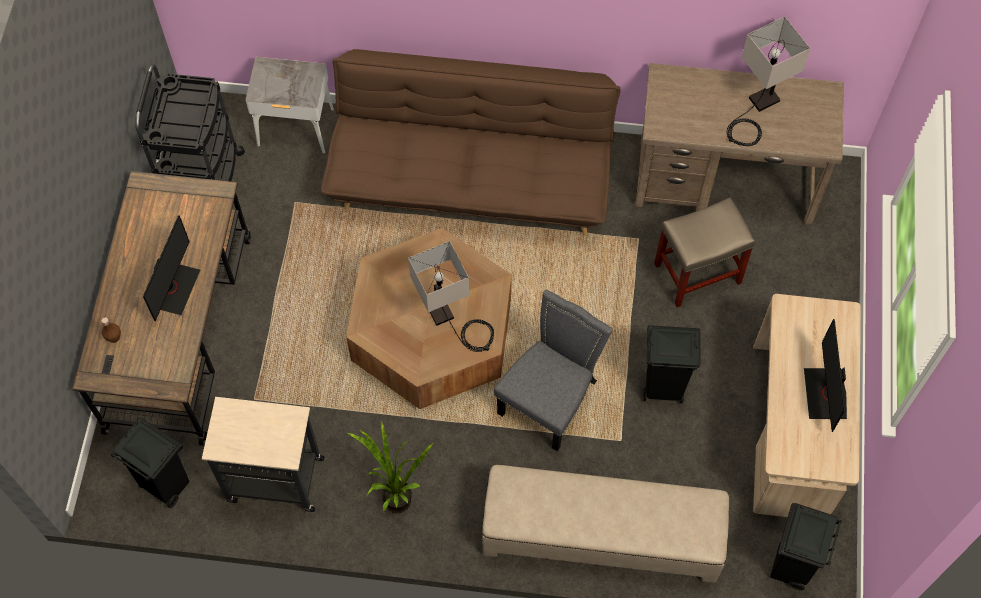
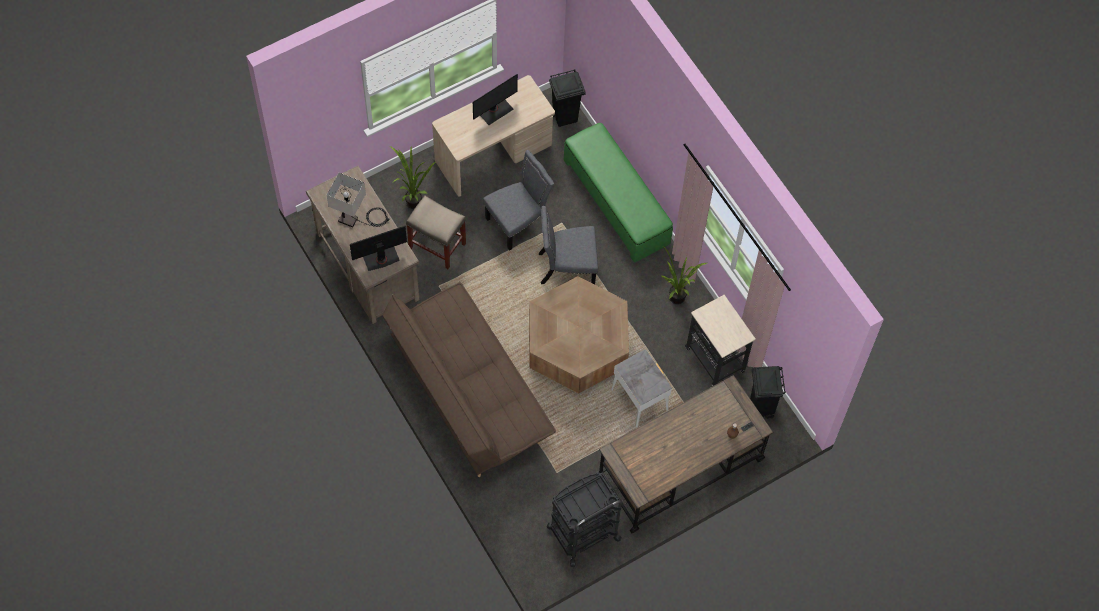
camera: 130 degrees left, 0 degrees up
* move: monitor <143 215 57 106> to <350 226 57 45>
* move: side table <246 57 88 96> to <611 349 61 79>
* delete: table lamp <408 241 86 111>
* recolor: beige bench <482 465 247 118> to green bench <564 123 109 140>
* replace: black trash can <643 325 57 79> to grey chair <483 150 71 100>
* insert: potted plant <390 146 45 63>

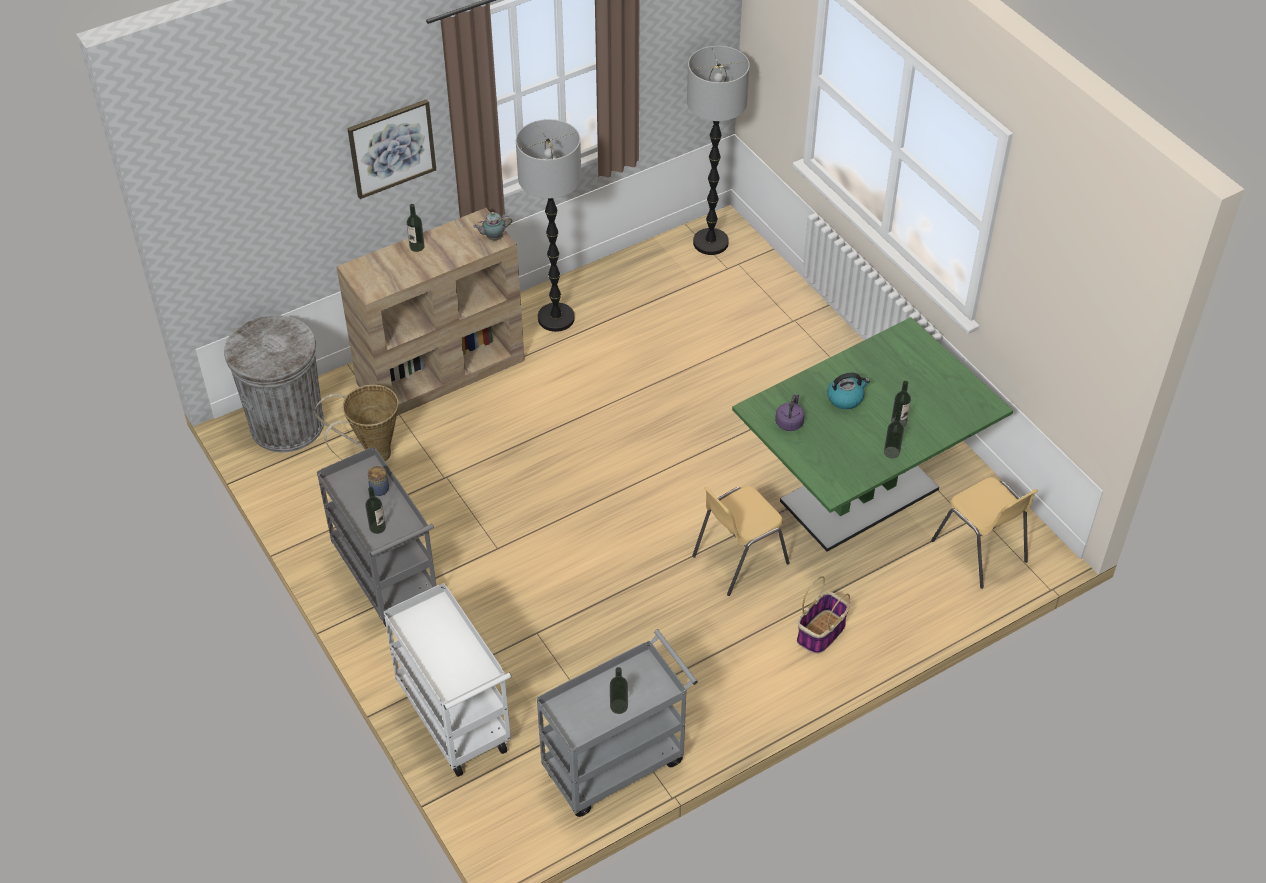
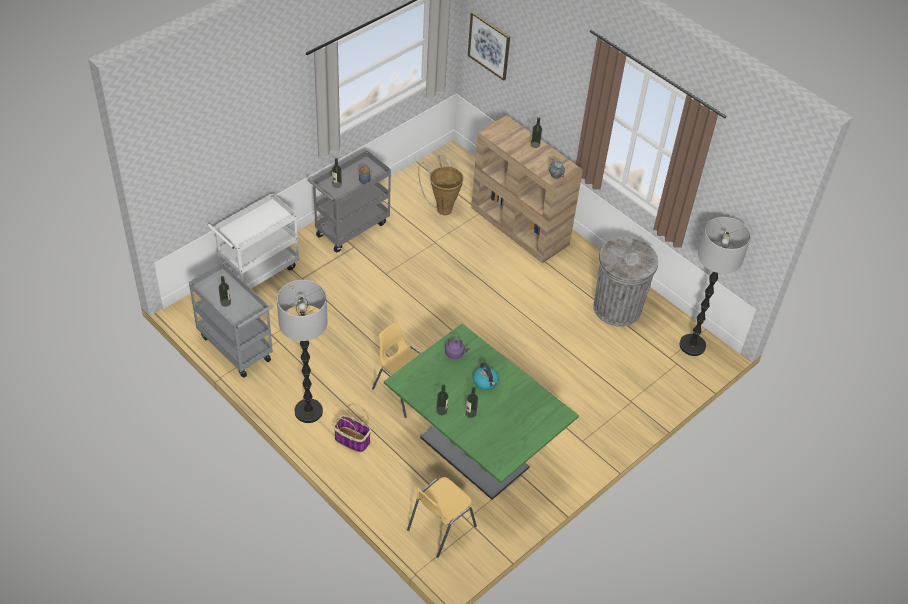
camera: 75 degrees right, 0 degrees up
* move: grey trash can <224 315 100 137> to <593 236 65 91>
* move: picture <347 99 89 100> to <468 12 42 69>
* move: floor lamp <516 119 65 213> to <277 280 51 143>

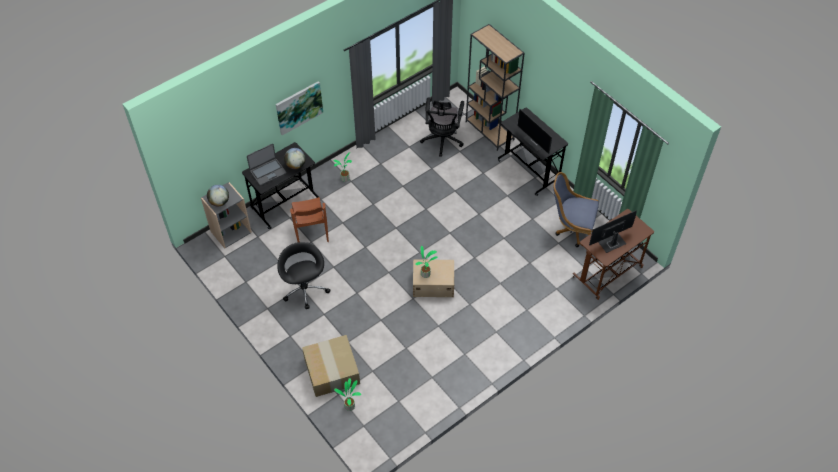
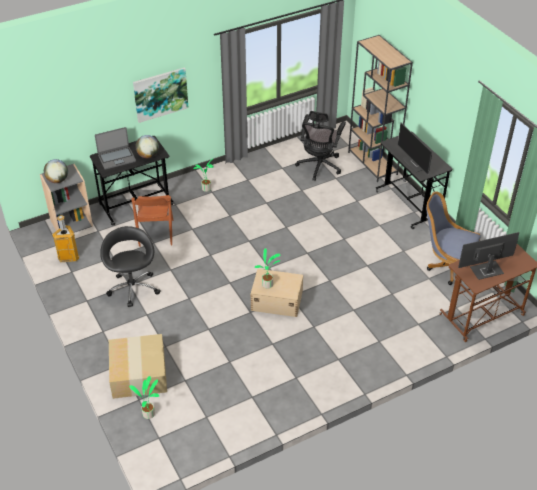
camera: 10 degrees right, 10 degrees down
* insert: trash can <52 215 27 47>

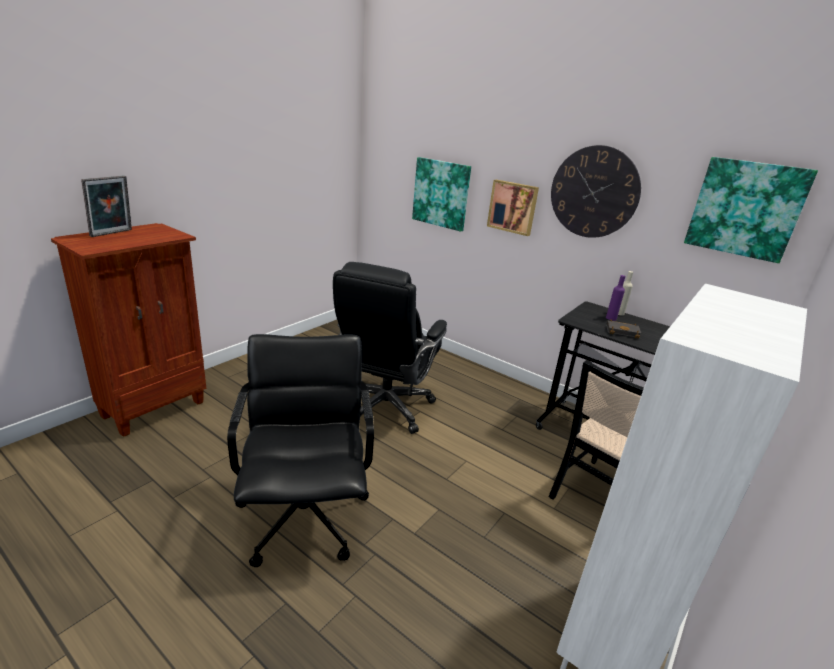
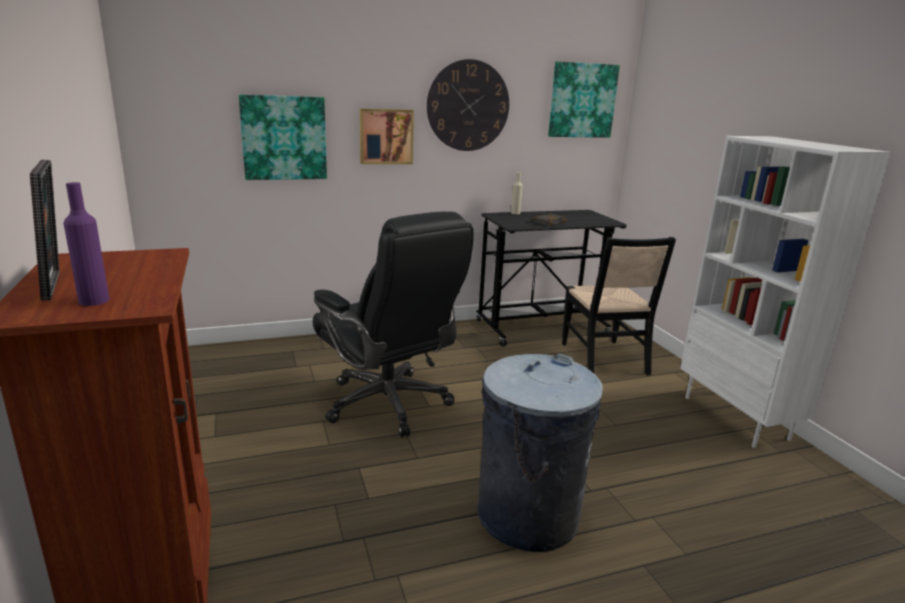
camera: 55 degrees left, 5 degrees down
* replace: black office chair <227 334 147 233> to grey trash can <477 354 126 198>
* move: purple bottle <606 275 19 46> to <63 182 46 124>

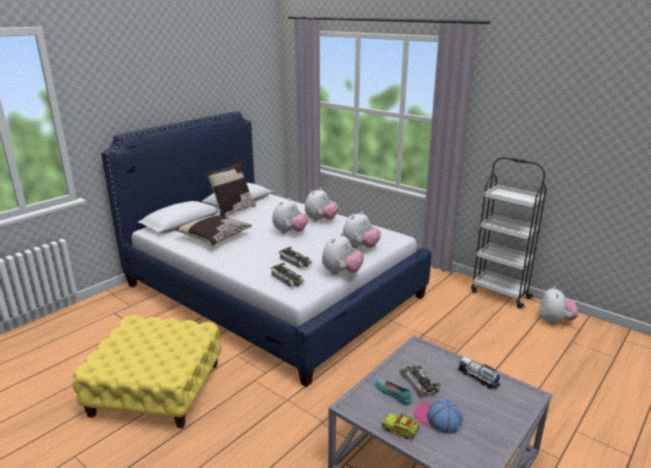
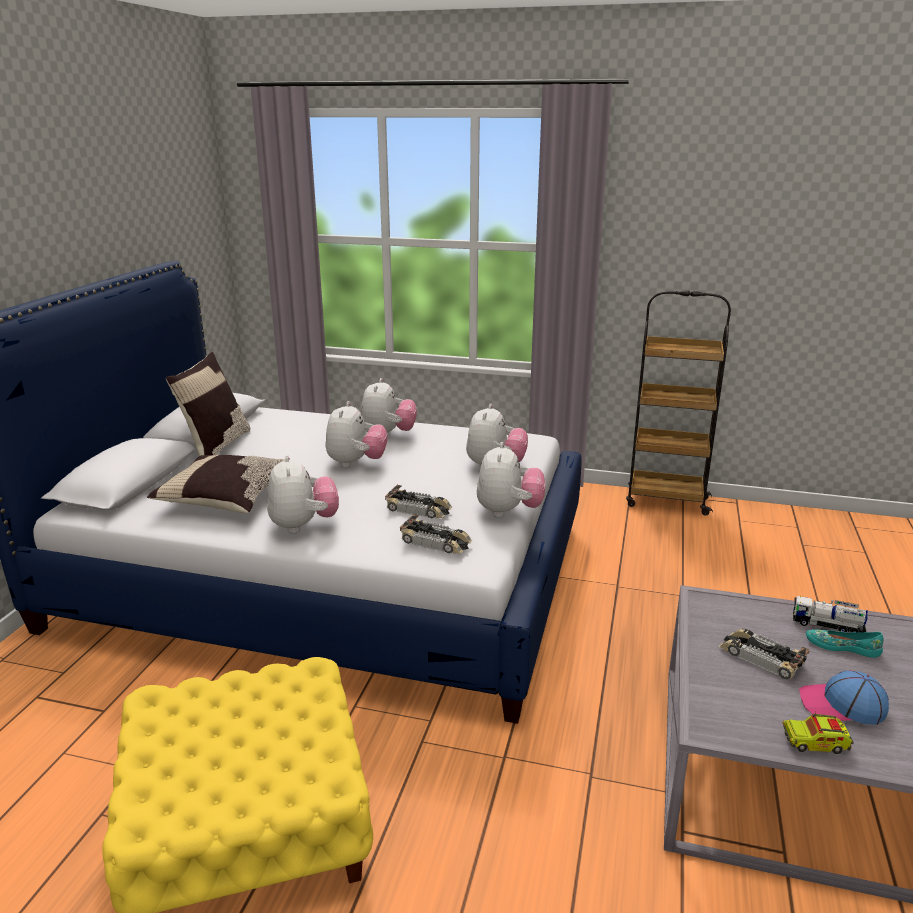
camera: 25 degrees left, 0 degrees up
* move: turquoise shoe <375 378 37 27> to <806 629 78 29>
* recolor: white cart <471 157 75 152> to brown cart <626 290 105 226>
* move: plush toy <539 286 39 38> to <267 455 72 78>

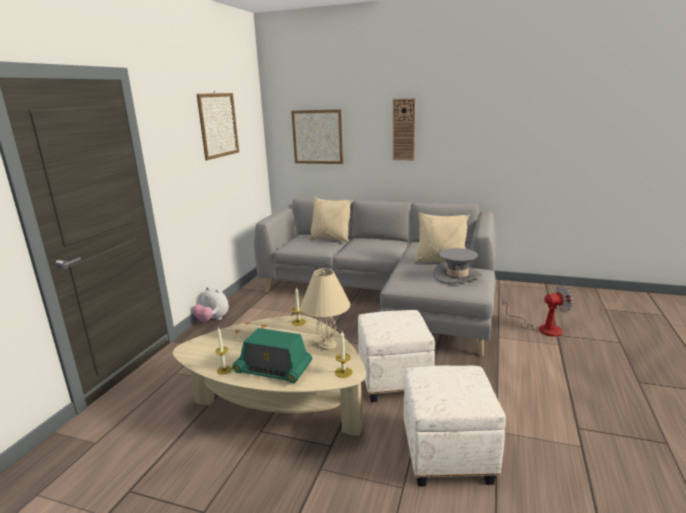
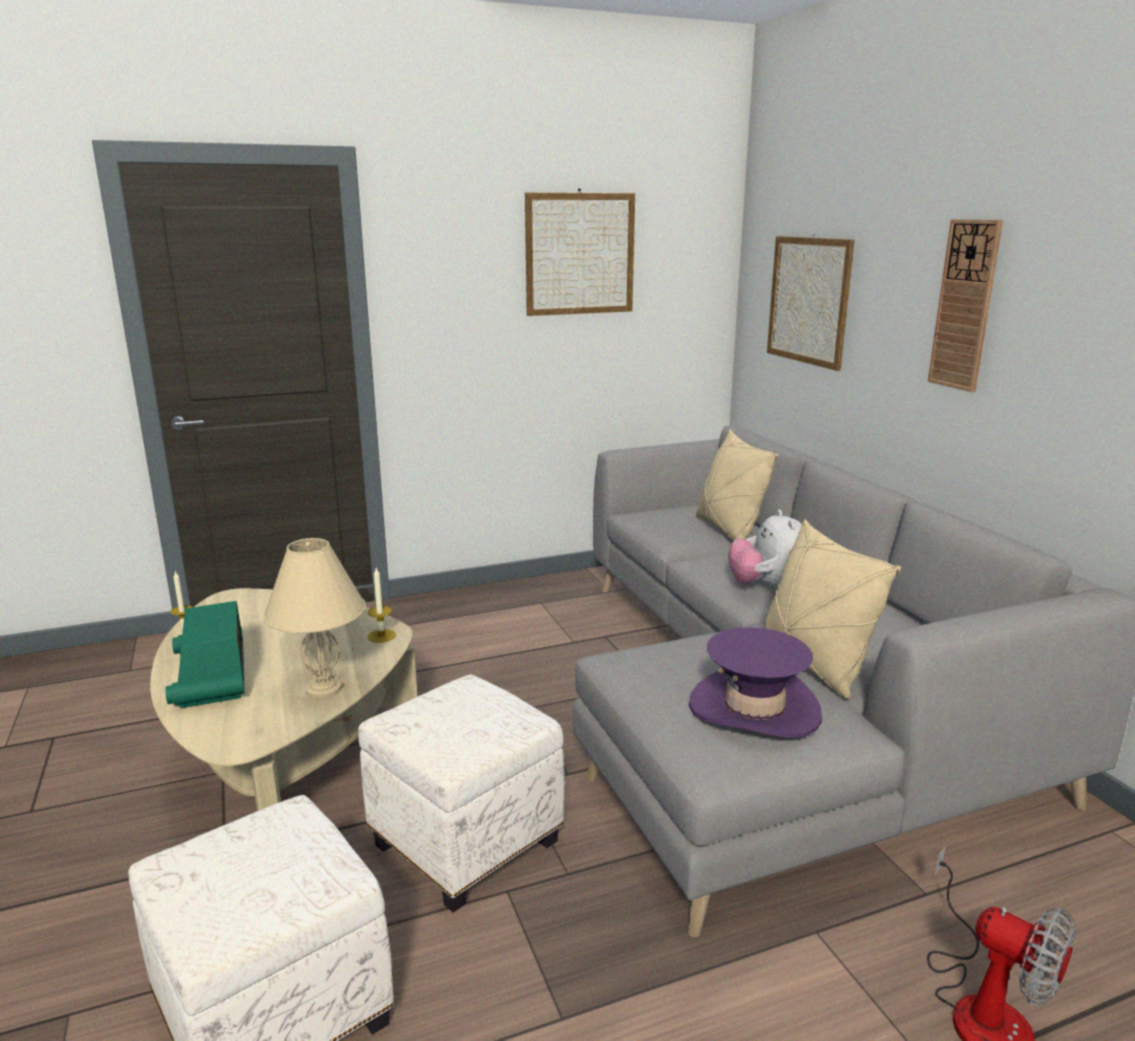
camera: 50 degrees right, 0 degrees up
* move: plush toy <193 287 36 35> to <728 509 74 82>
* delete: candle <335 331 18 47>
* recolor: grey hat <433 248 49 36> to purple hat <689 627 133 111>

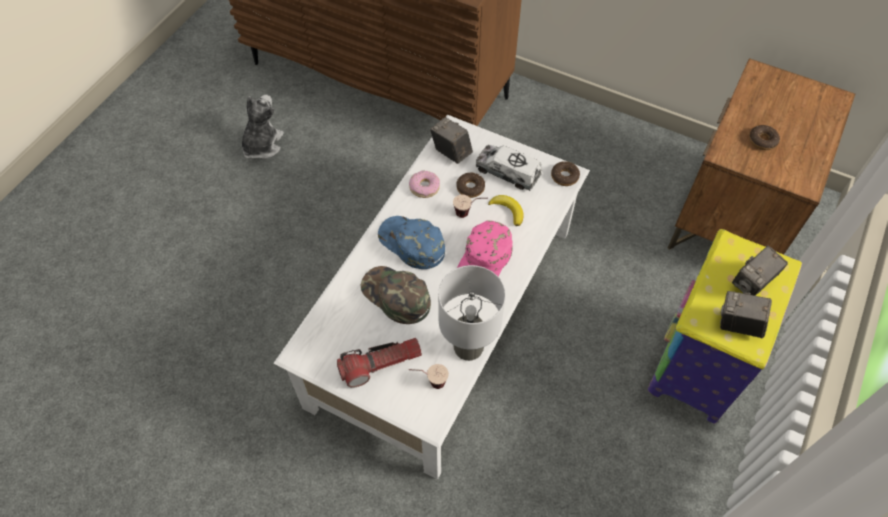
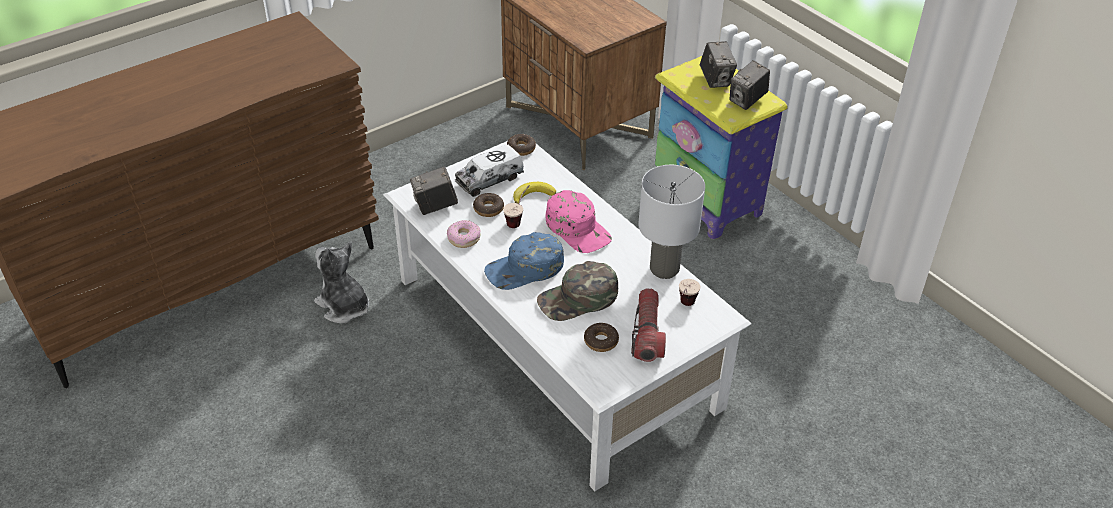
camera: 65 degrees left, 15 degrees down
* move: plush toy <242 95 42 64> to <314 242 56 81>
* move: donut <749 125 31 25> to <584 323 35 29>

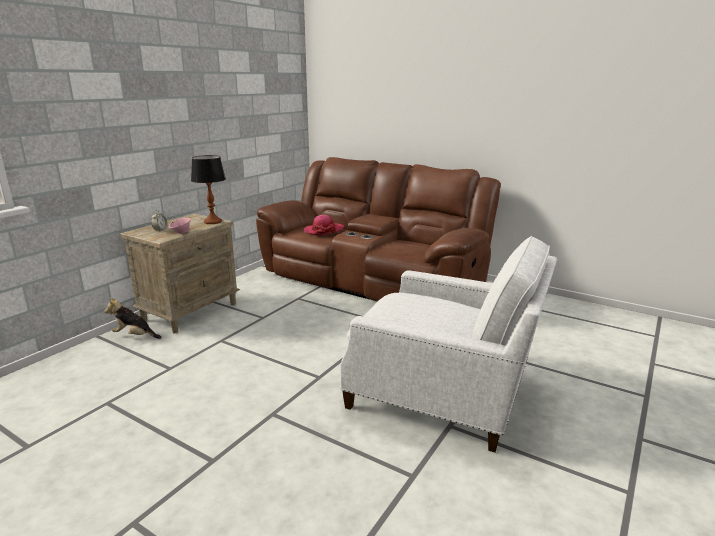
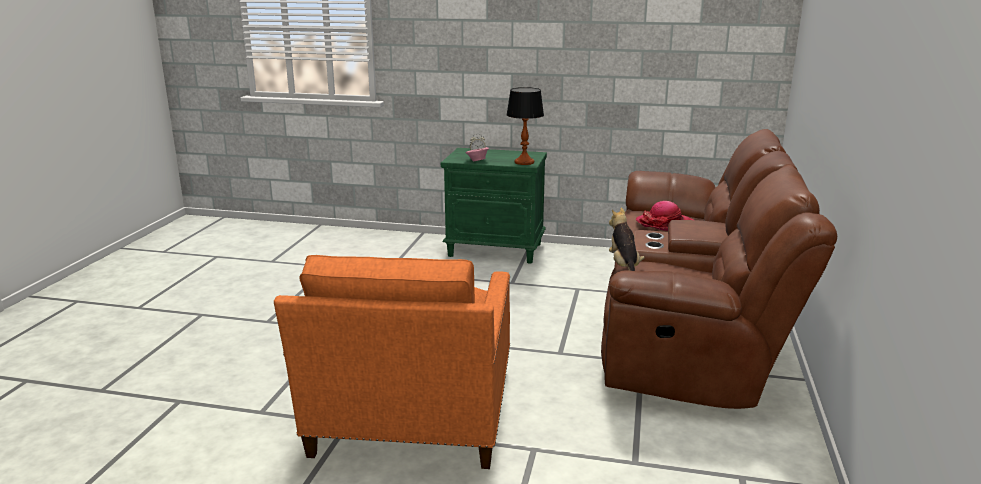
camera: 70 degrees right, 0 degrees up
* move: plush toy <104 297 58 42> to <609 207 36 64>
* recolor: beige nightstand <120 214 120 119> to green nightstand <441 148 106 116>
* recolor: white armchair <340 236 217 217> to orange armchair <274 255 236 214>

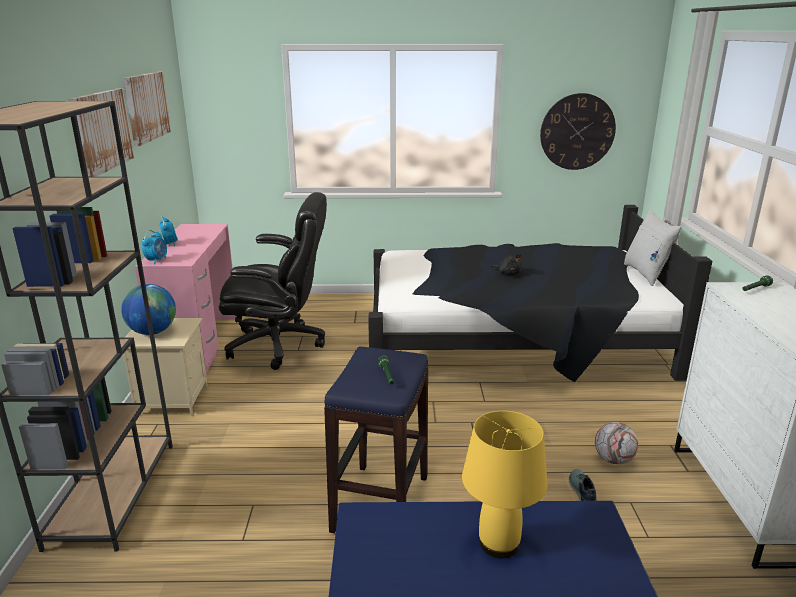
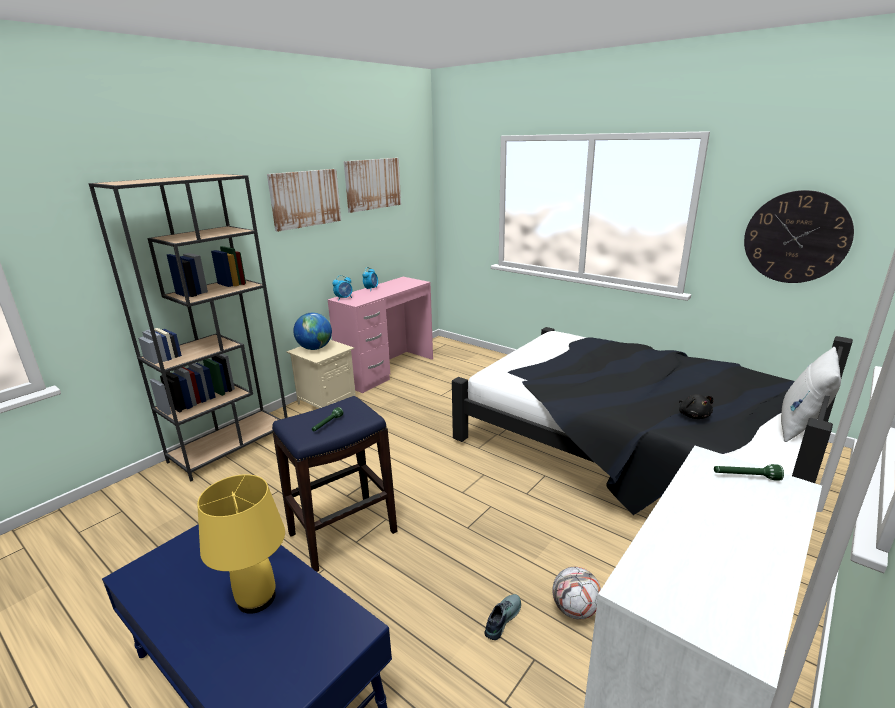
camera: 40 degrees right, 0 degrees up
* delete: black office chair <219 192 108 178>
* move: black plush toy <491 254 31 21> to <679 394 34 25>

